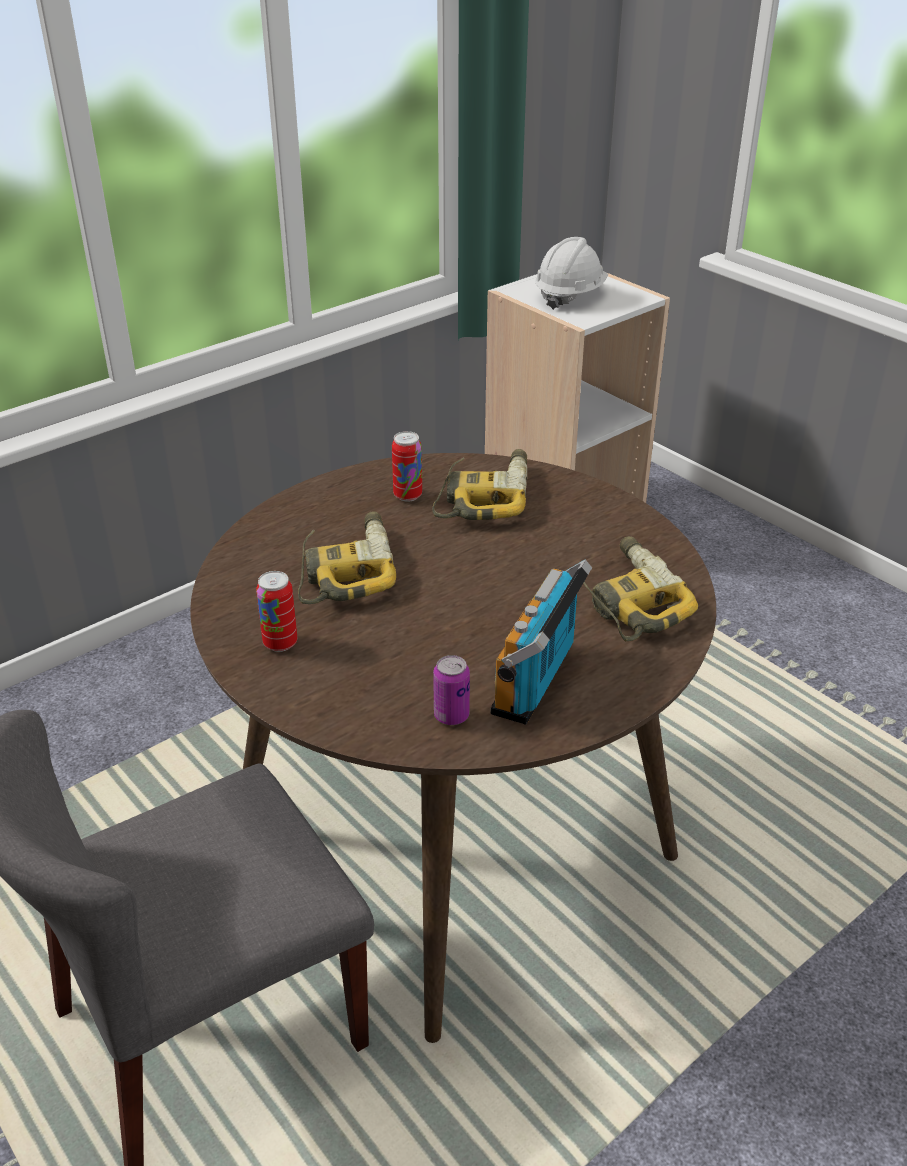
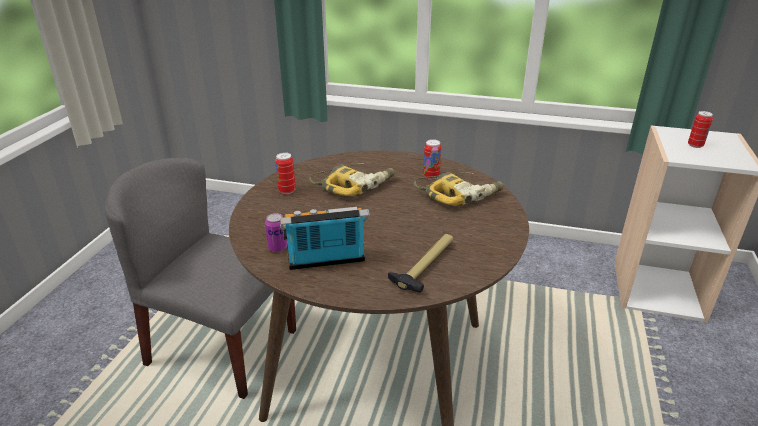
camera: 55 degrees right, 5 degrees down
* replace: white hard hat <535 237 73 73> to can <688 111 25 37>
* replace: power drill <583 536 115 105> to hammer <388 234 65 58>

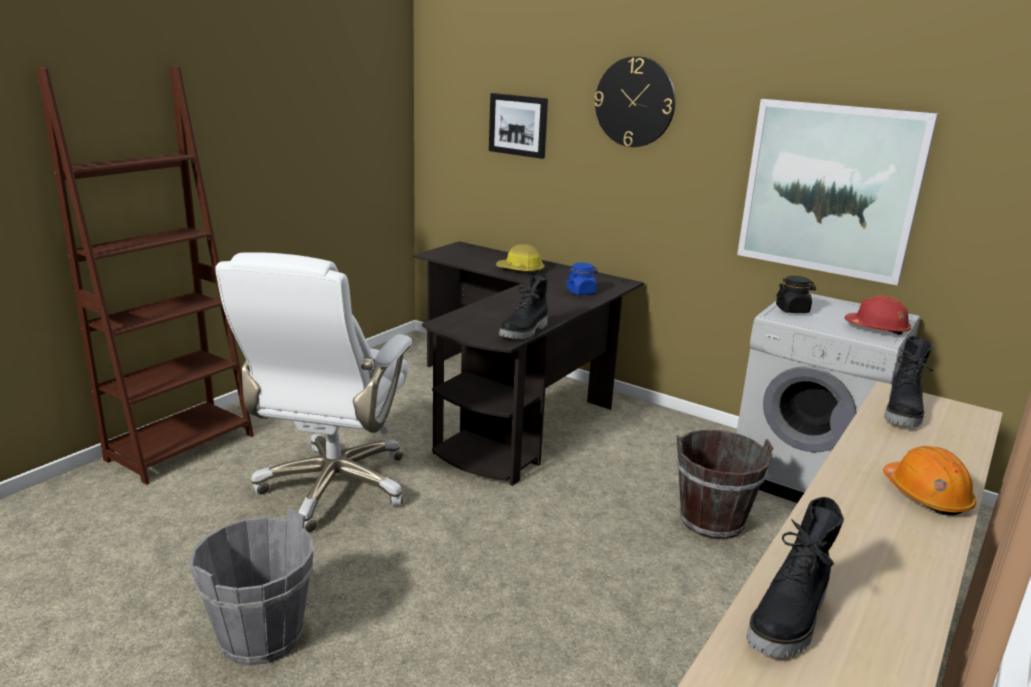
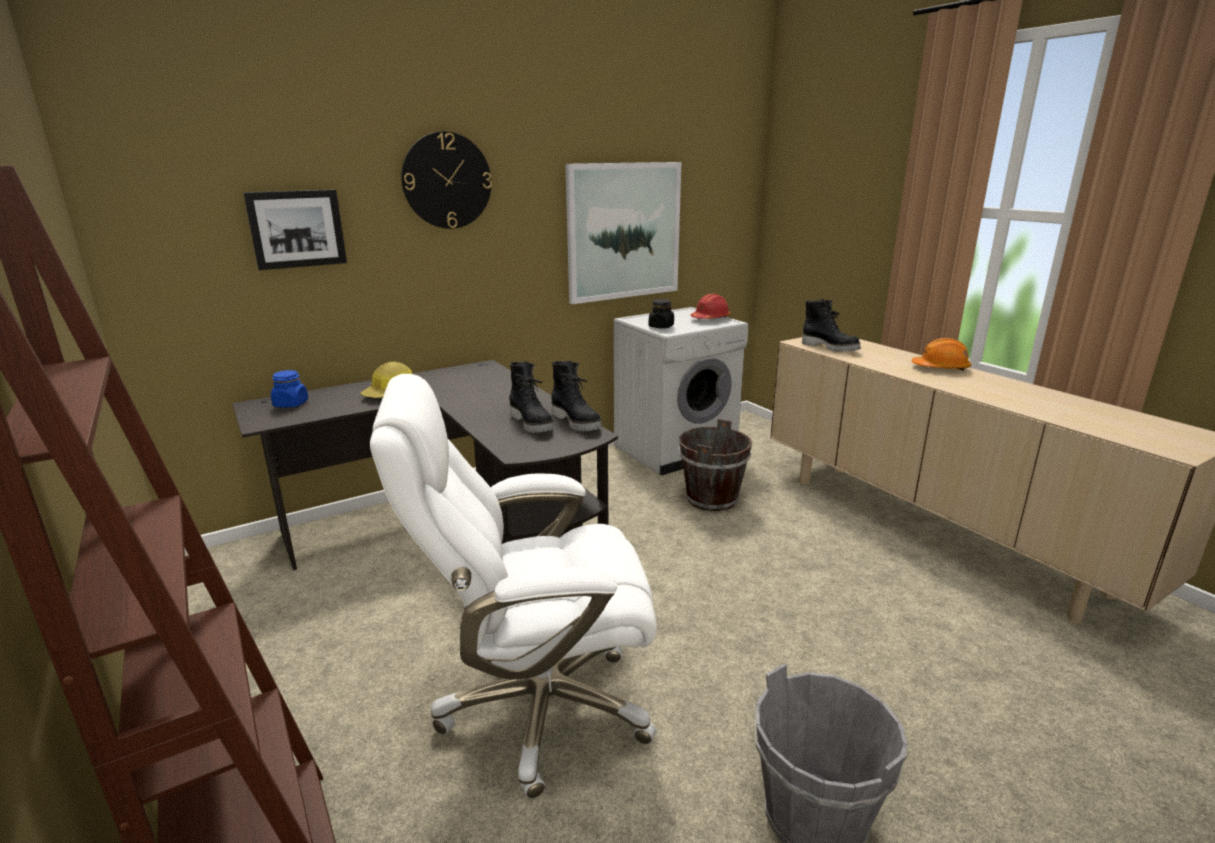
camera: 65 degrees left, 0 degrees up
* rotate: white office chair <215 252 197 281> = <370 374 287 424> 135 degrees clockwise
* move: blue jar <567 263 31 32> to <271 370 37 37>
* move: black boot <747 497 97 161> to <509 362 45 71>

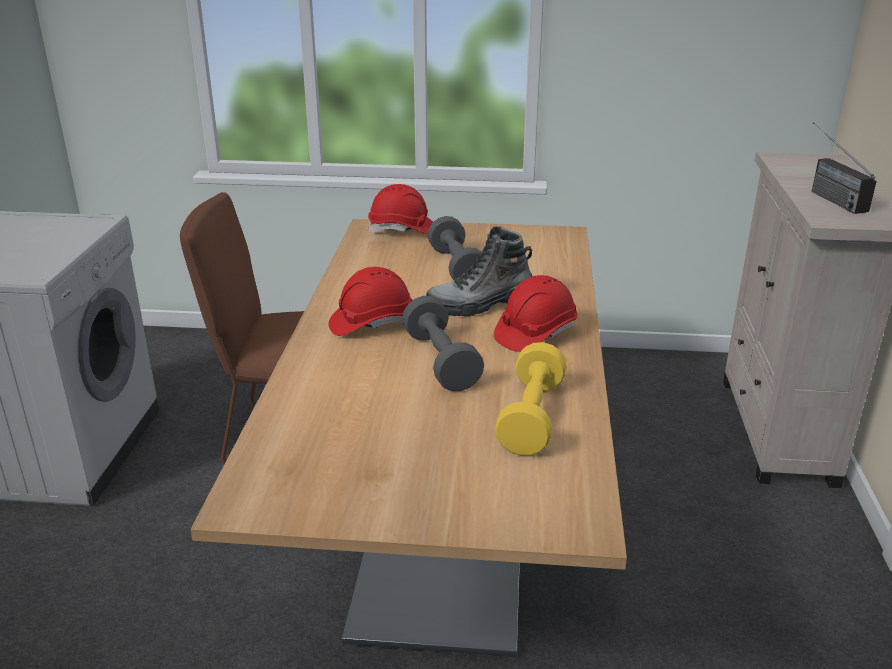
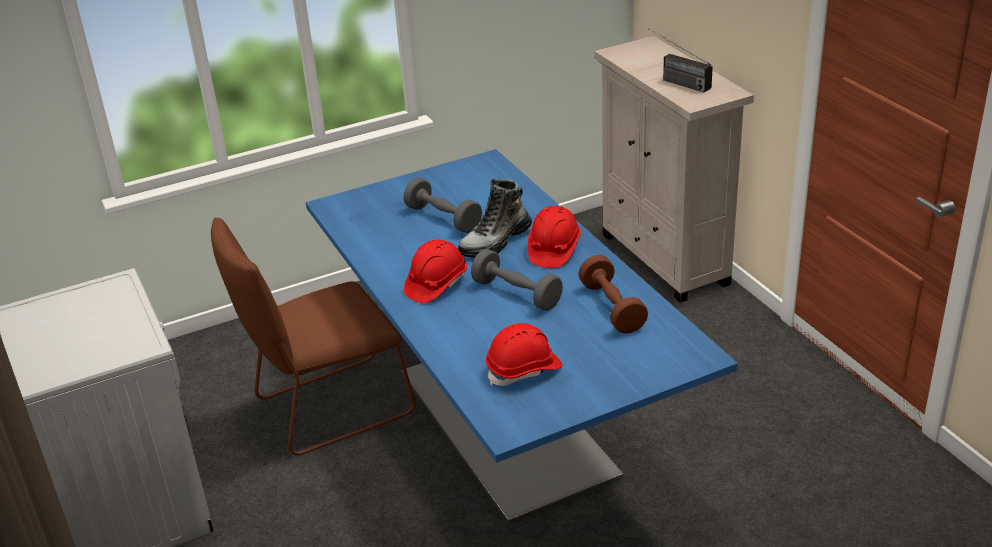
camera: 30 degrees left, 5 degrees up
* recolor: beige dining table <191 219 436 438> to blue dining table <306 149 432 375>
* move: red hard hat <368 184 65 50> to <486 323 77 63>
* recolor: yellow dumbbell <495 342 72 114> to brown dumbbell <578 255 70 79>

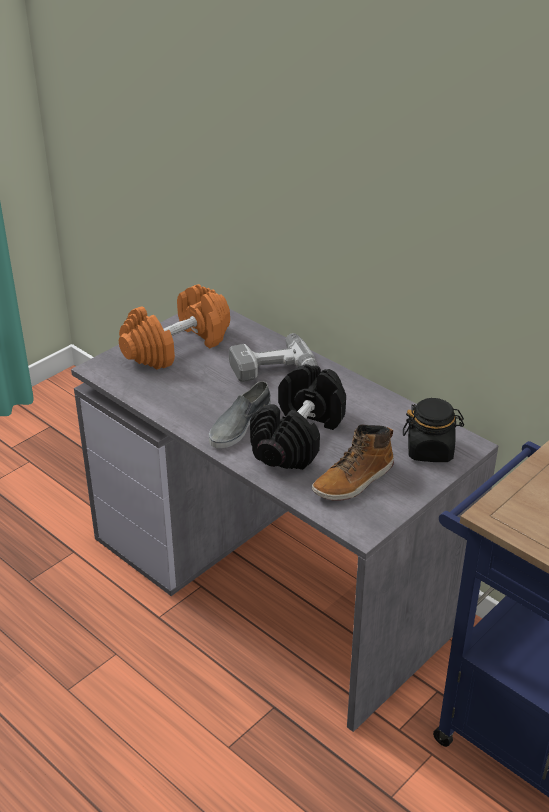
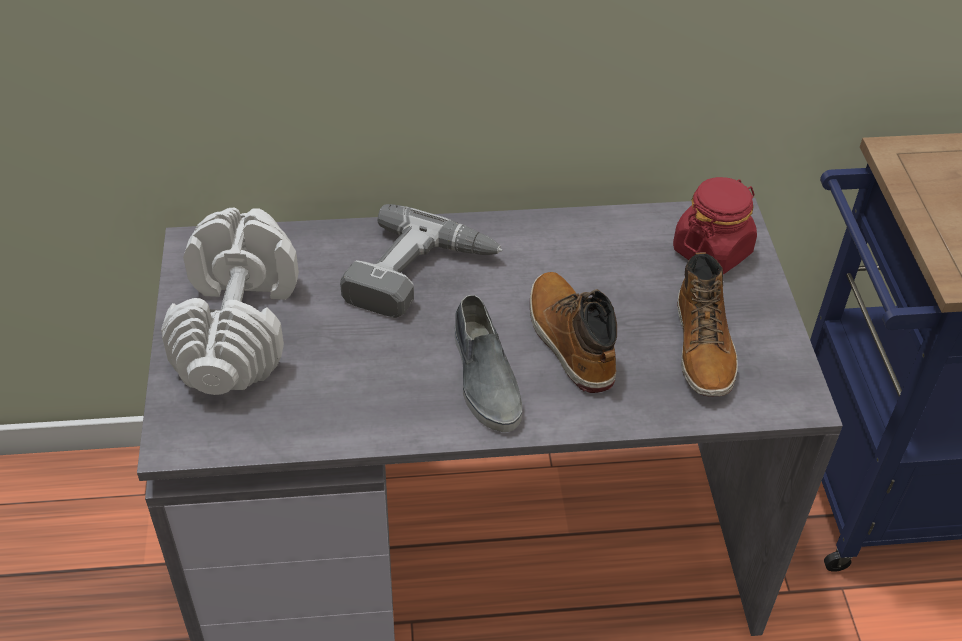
camera: 50 degrees left, 10 degrees up
* recolor: orange dumbbell <119 284 111 86> to white dumbbell <161 207 138 188>
* replace: black dumbbell <250 364 96 106> to boot <530 272 87 121>
* recolor: black jar <403 398 61 64> to red jar <673 177 84 97>

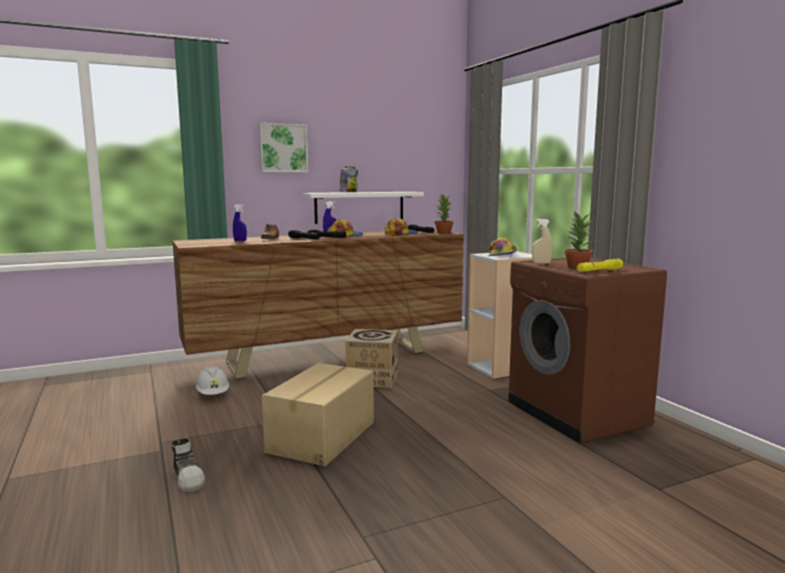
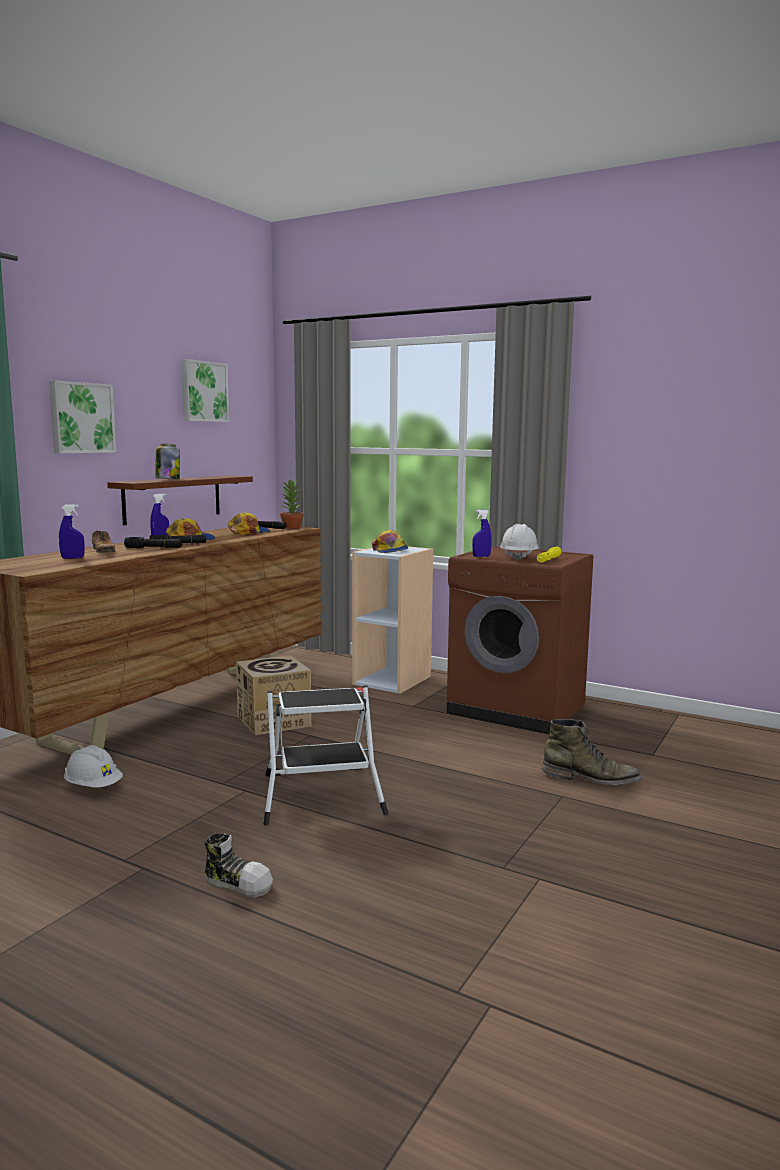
camera: 35 degrees left, 0 degrees up
* replace: cardboard box <262 363 112 103> to step ladder <263 686 125 139>
* recolor: white shelf <303 192 121 32> to brown shelf <107 475 146 50>
* recolor: beige spray bottle <532 219 21 45> to blue spray bottle <472 509 20 48>
* replace: potted plant <564 212 29 56> to white hard hat <500 524 39 37>
* insert: picture <181 359 48 63>
* insert: green boot <542 719 99 66>

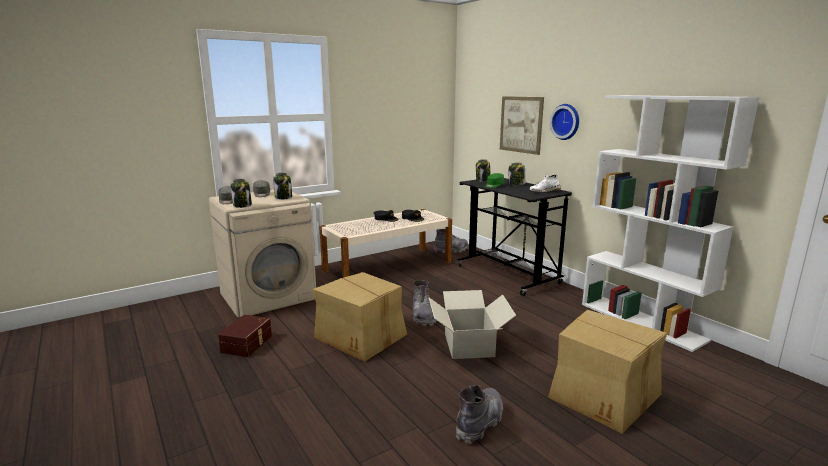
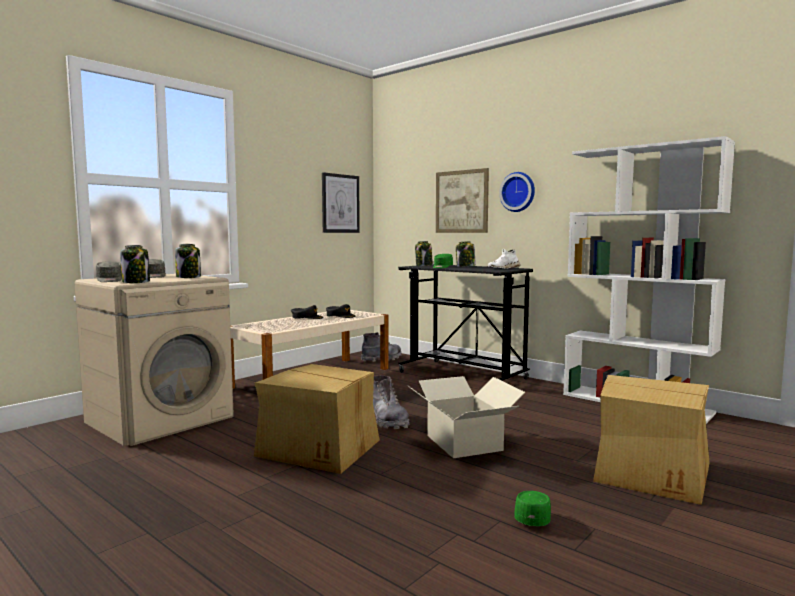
camera: 15 degrees left, 10 degrees down
* delete: brown storage box <218 315 54 42>
* replace: grey boot <456 385 47 59> to green cap <514 491 37 35>
* insert: picture <322 172 38 61>

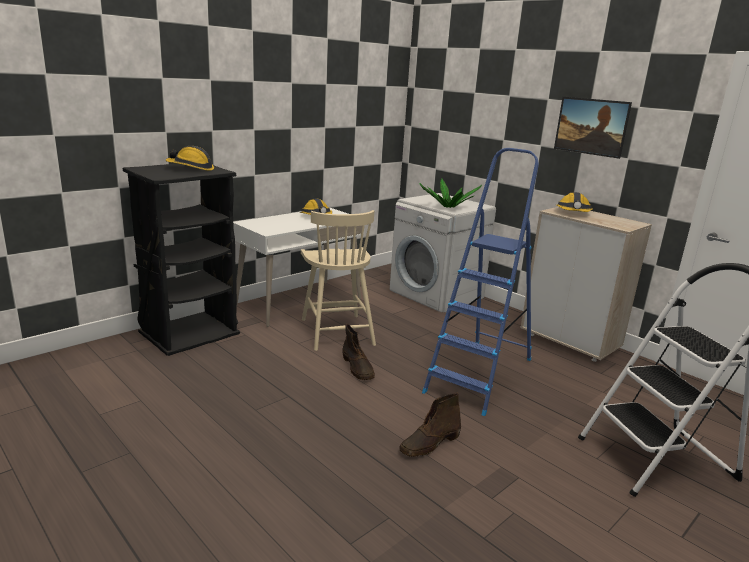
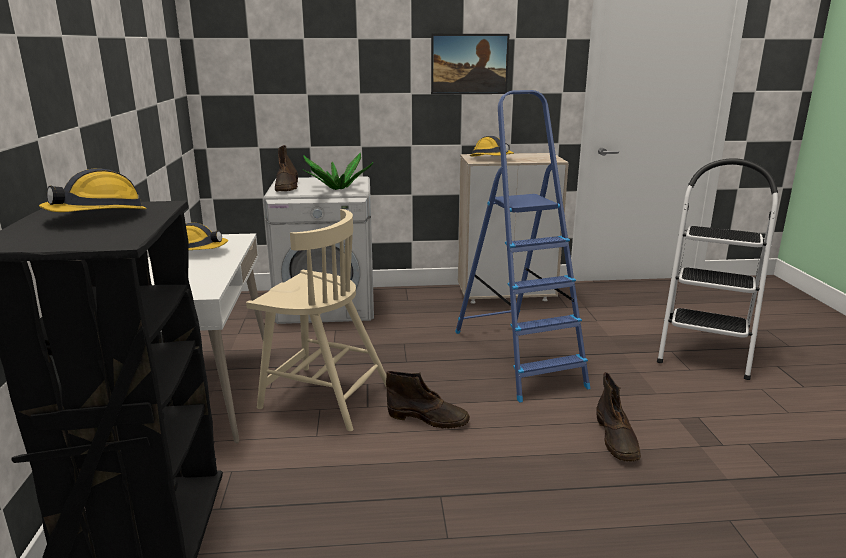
camera: 50 degrees left, 0 degrees up
* insert: brown boot <275 145 23 46>

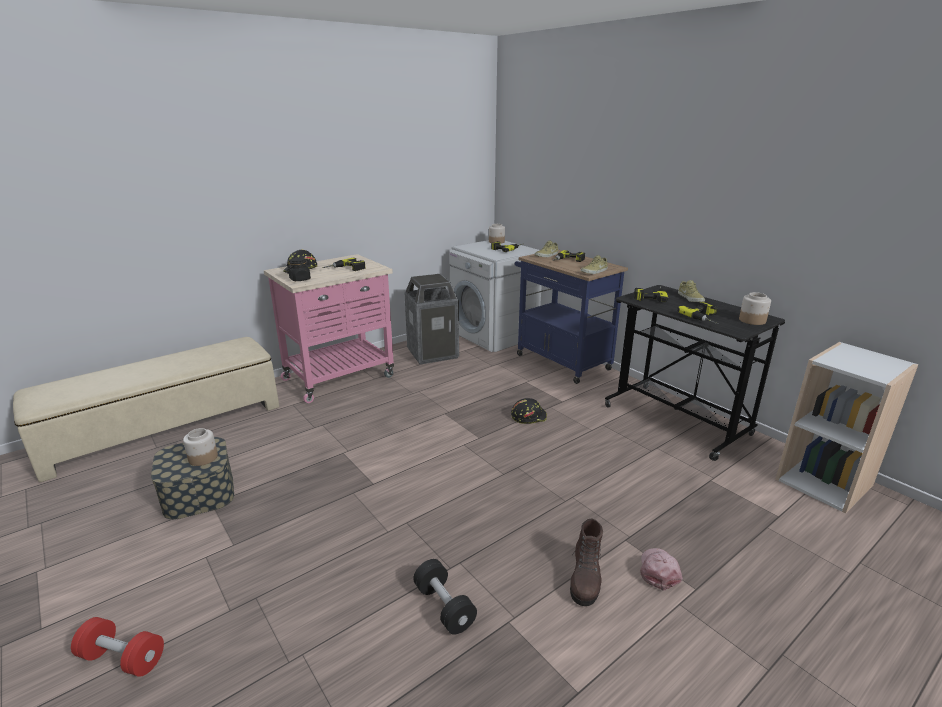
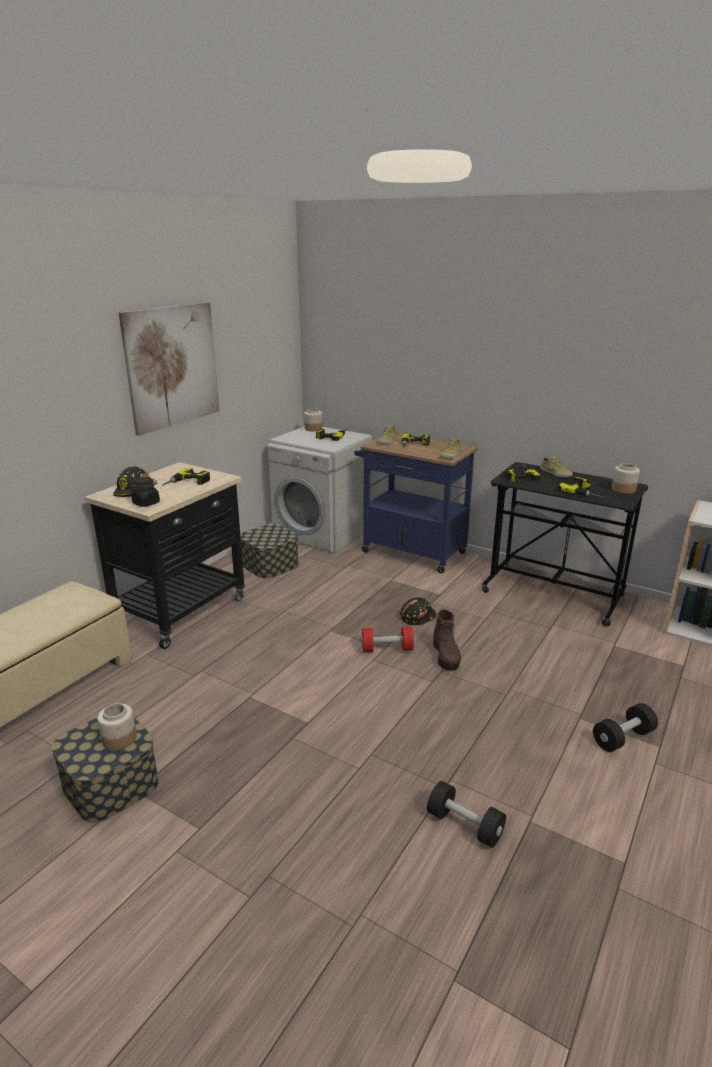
camera: 20 degrees left, 0 degrees up
* move: red dumbbell <71 617 93 60> to <361 627 53 25>
* recolor: pink cart <264 254 130 149> to black cart <84 462 161 187>
* replace: trash can <405 274 54 91> to storage box <240 524 59 54>
* move: brown boot <570 518 33 88> to <433 609 28 62>
* replace: pink cap <640 548 43 43> to black dumbbell <593 703 65 49>
* insert: picture <119 302 101 134>

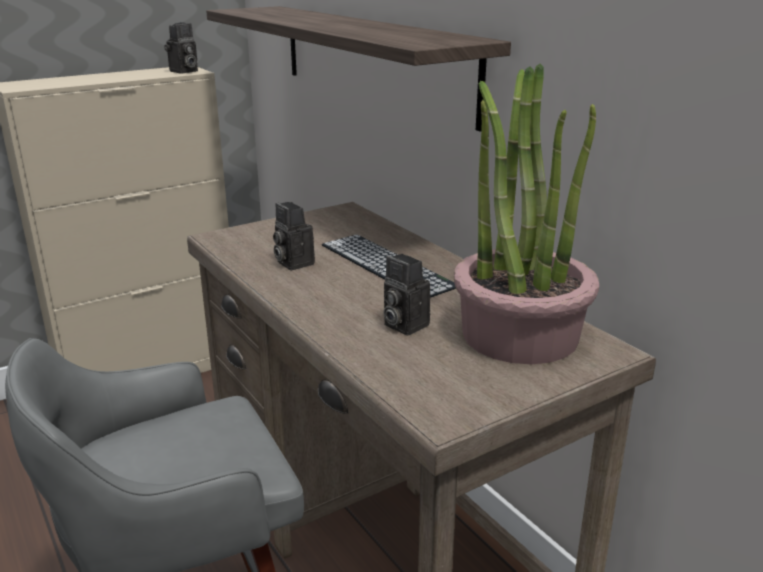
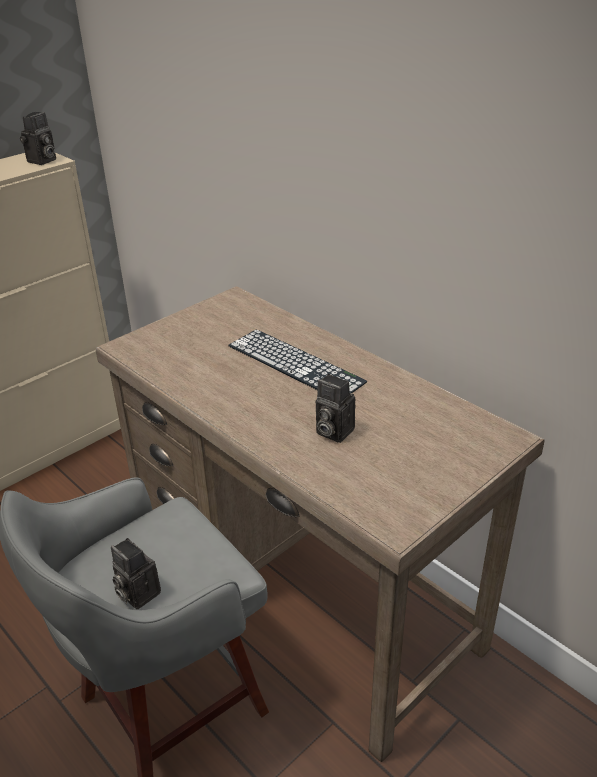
camera: 10 degrees left, 10 degrees up
* delete: shelf <206 6 305 126>
* move: photo camera <273 202 42 68> to <111 538 50 71>
* delete: potted plant <454 64 145 300>

